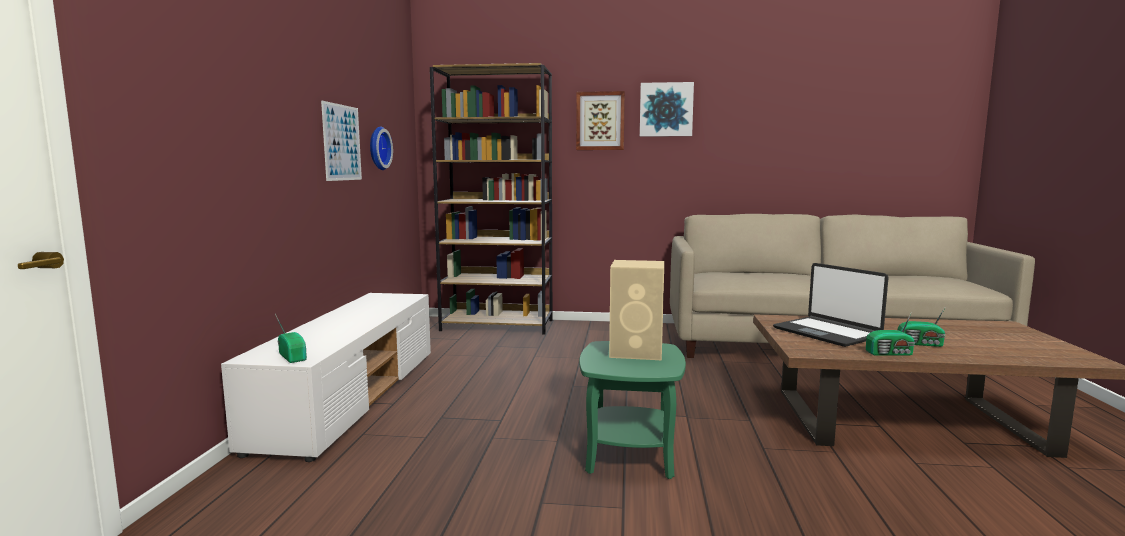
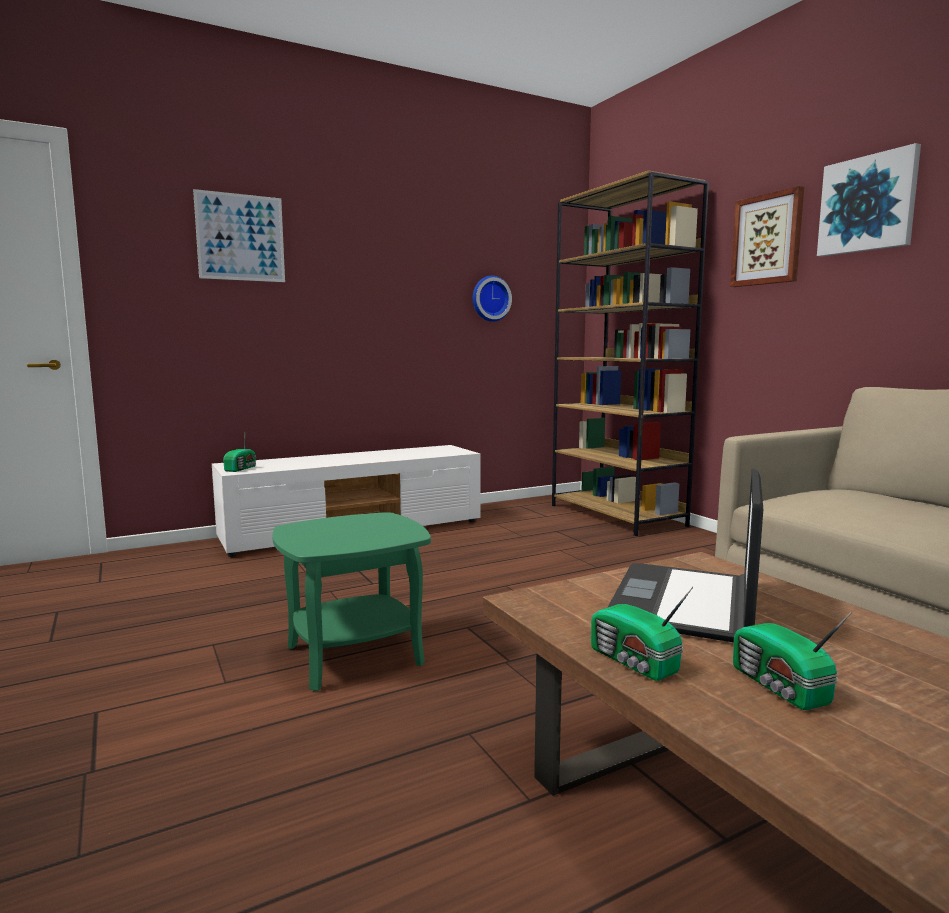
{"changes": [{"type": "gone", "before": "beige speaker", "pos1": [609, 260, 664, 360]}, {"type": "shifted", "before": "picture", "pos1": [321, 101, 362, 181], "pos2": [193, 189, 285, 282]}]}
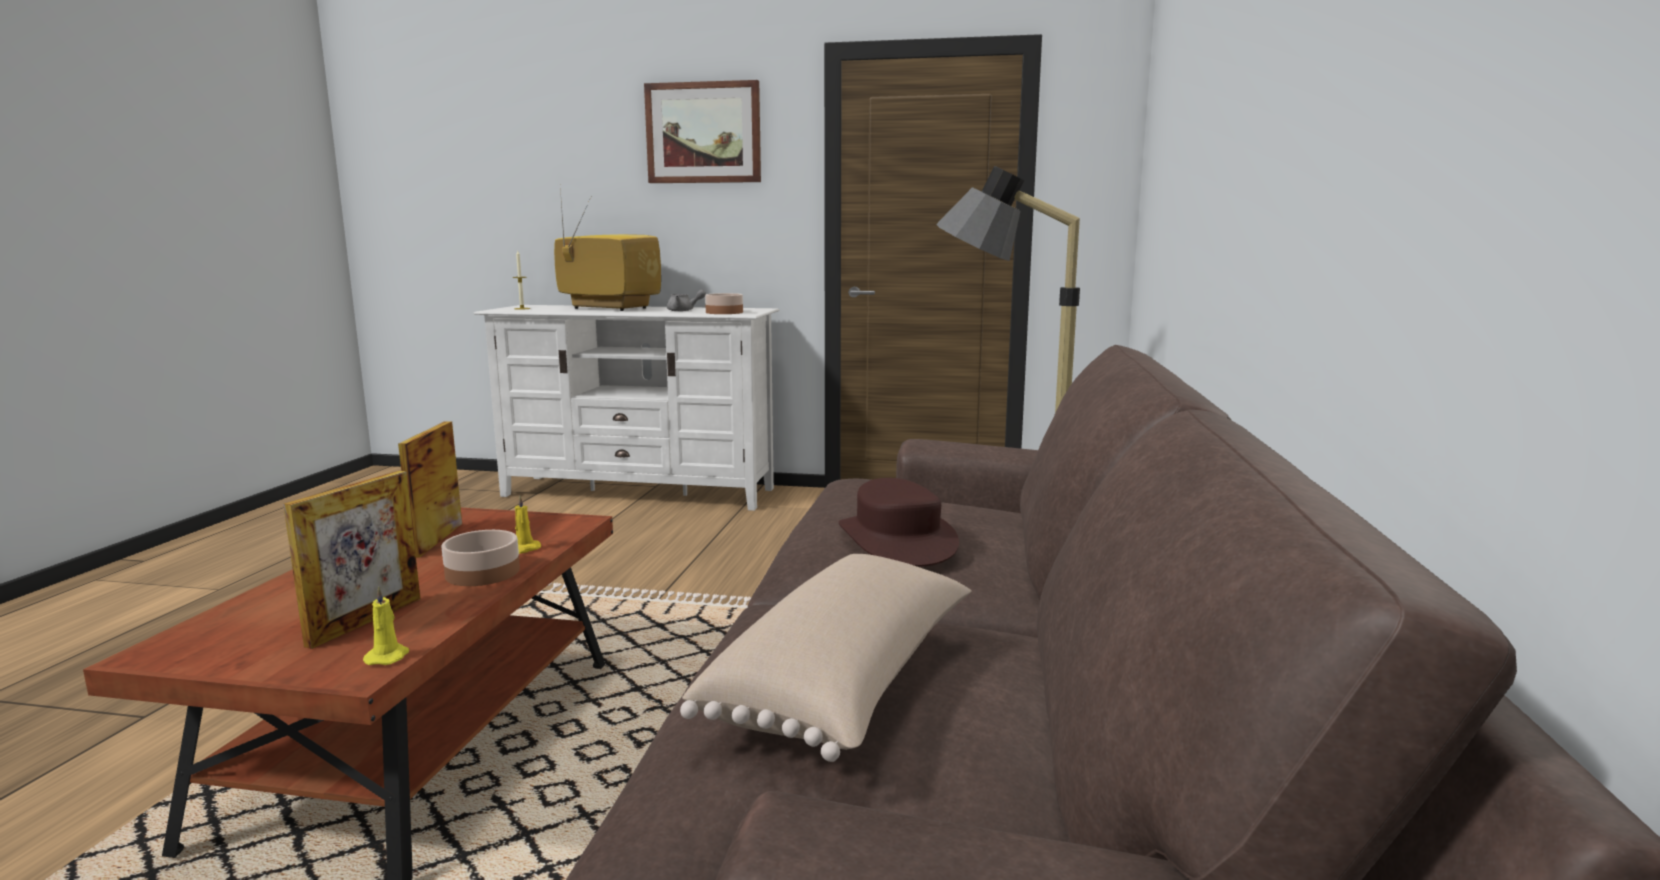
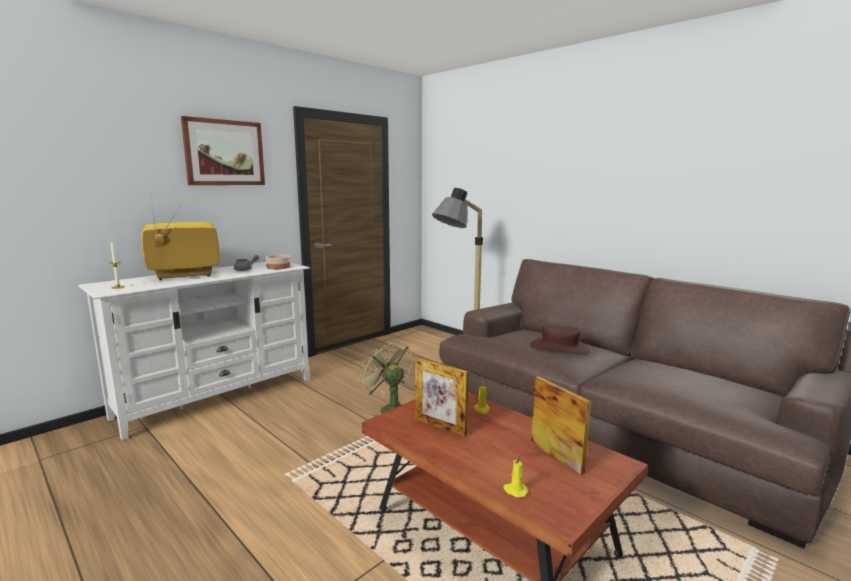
{"changes": [{"type": "gone", "before": "bowl", "pos1": [441, 530, 520, 586]}, {"type": "gone", "before": "beige pillow", "pos1": [680, 554, 972, 762]}, {"type": "new", "after": "green fan", "pos2": [359, 340, 413, 417]}, {"type": "shifted", "before": "yellow candle", "pos1": [363, 587, 409, 665], "pos2": [503, 455, 528, 497]}]}
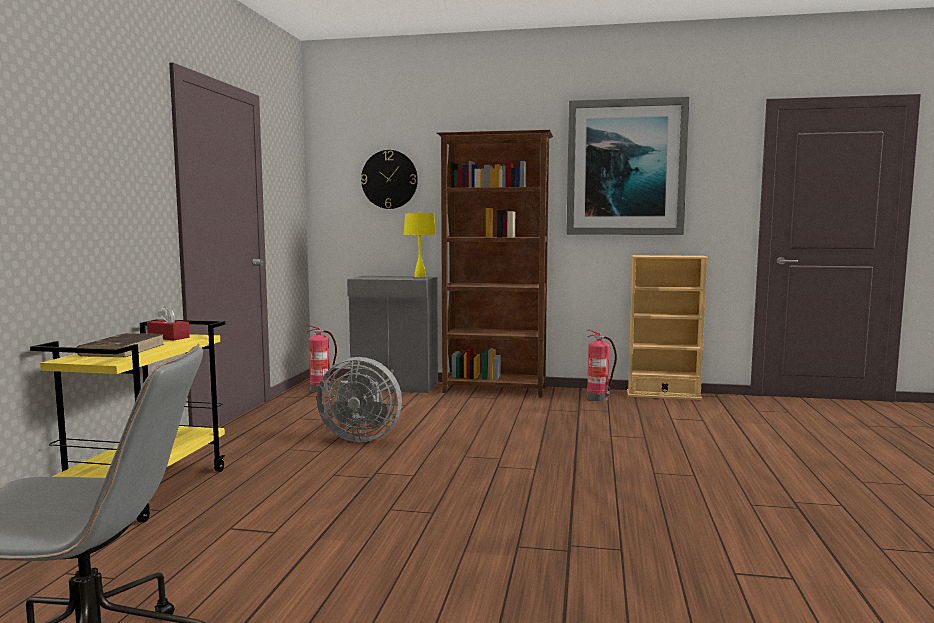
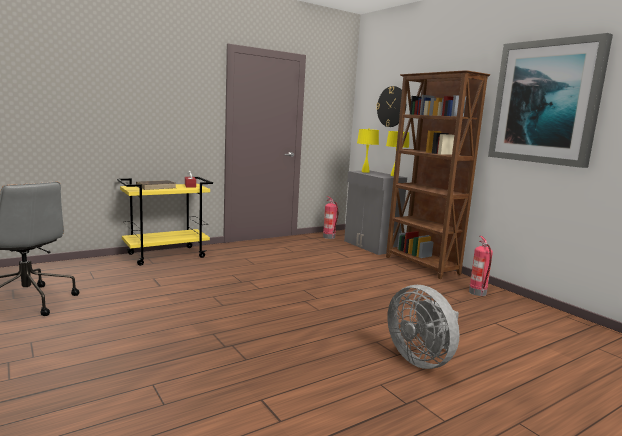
{"changes": [{"type": "gone", "before": "beige bookcase", "pos1": [627, 255, 709, 400]}, {"type": "new", "after": "yellow table lamp", "pos2": [357, 128, 379, 173]}, {"type": "shifted", "before": "grey fan", "pos1": [317, 357, 402, 442], "pos2": [387, 285, 460, 369]}]}
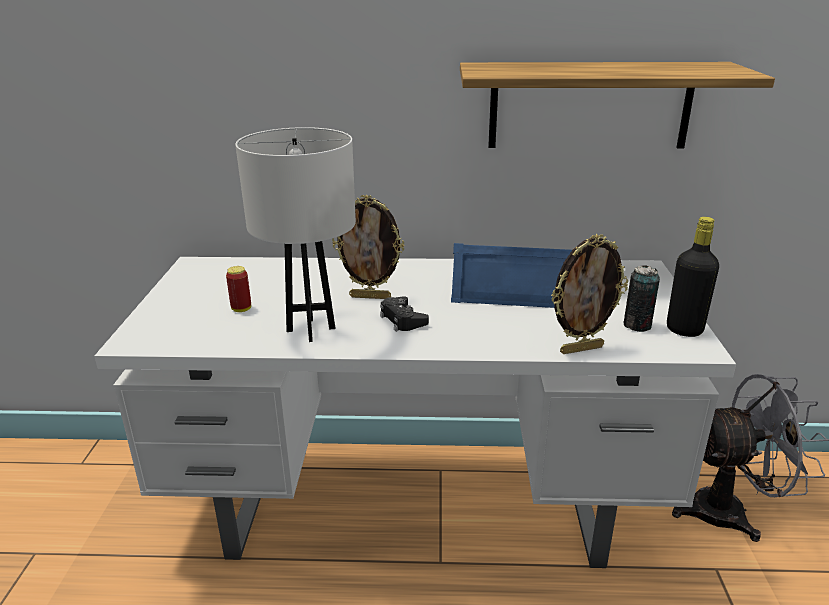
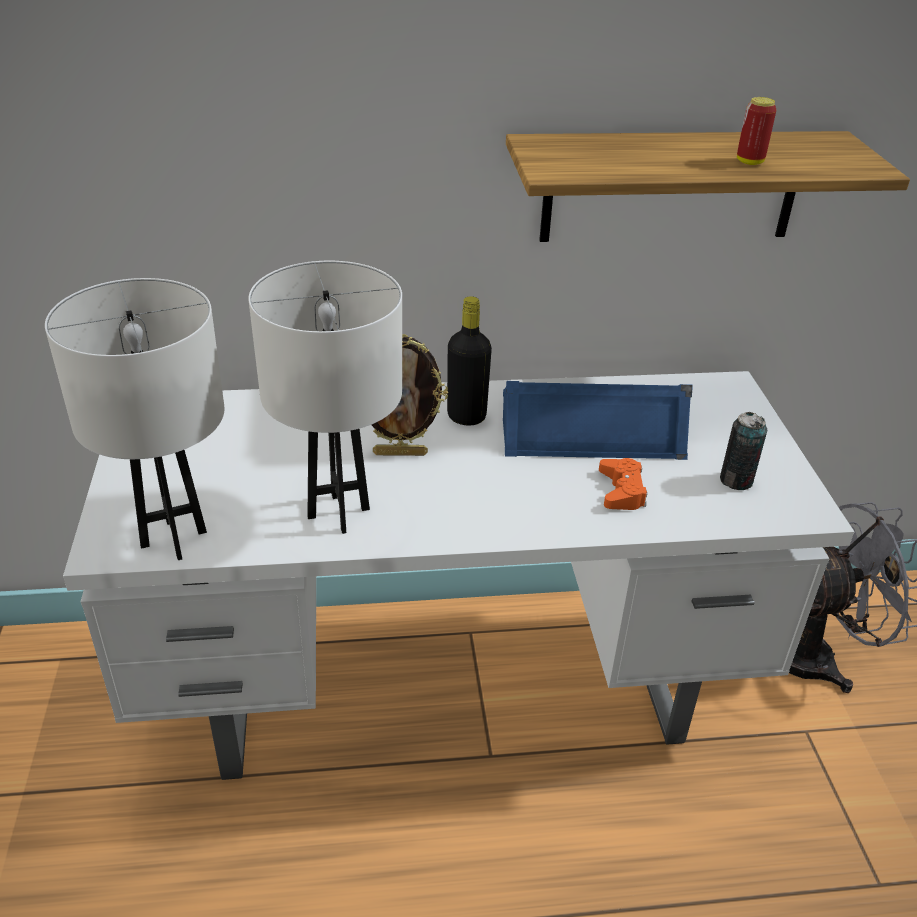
{"changes": [{"type": "gone", "before": "black game controller", "pos1": [380, 296, 429, 332]}, {"type": "gone", "before": "picture frame", "pos1": [551, 234, 628, 354]}, {"type": "new", "after": "white table lamp", "pos2": [45, 278, 224, 560]}, {"type": "new", "after": "orange game controller", "pos2": [599, 458, 647, 510]}, {"type": "shifted", "before": "can", "pos1": [226, 266, 251, 312], "pos2": [737, 97, 776, 165]}, {"type": "shifted", "before": "black bottle", "pos1": [667, 217, 719, 337], "pos2": [447, 296, 492, 425]}]}
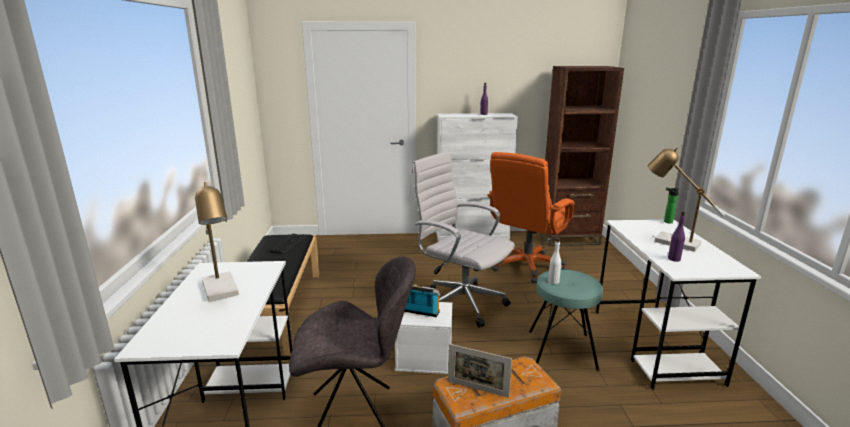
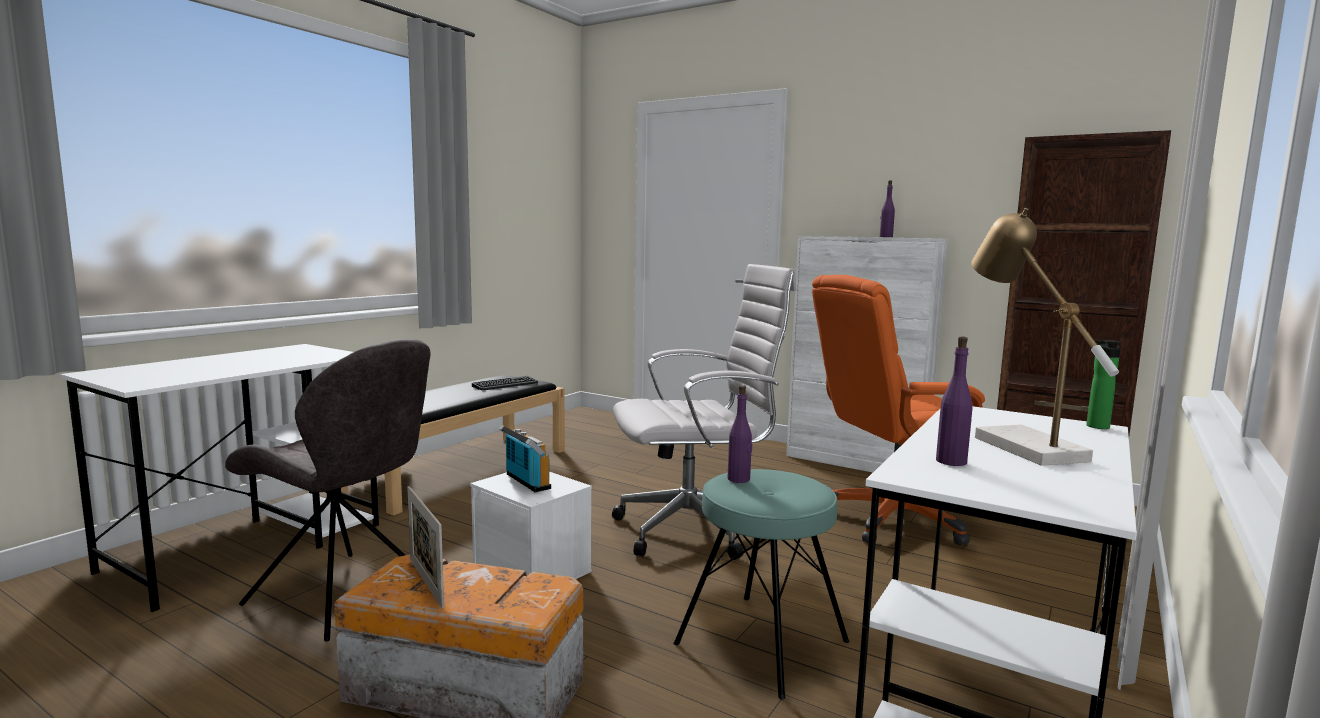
{"changes": [{"type": "gone", "before": "table lamp", "pos1": [195, 182, 239, 302]}, {"type": "repainted", "before": "white bottle", "after": "purple bottle", "pos1": [548, 238, 561, 284], "pos2": [728, 385, 752, 483]}, {"type": "rotated", "before": "white office chair", "pos1": [412, 151, 515, 328], "pos2": [612, 264, 796, 560], "turn": 90}]}
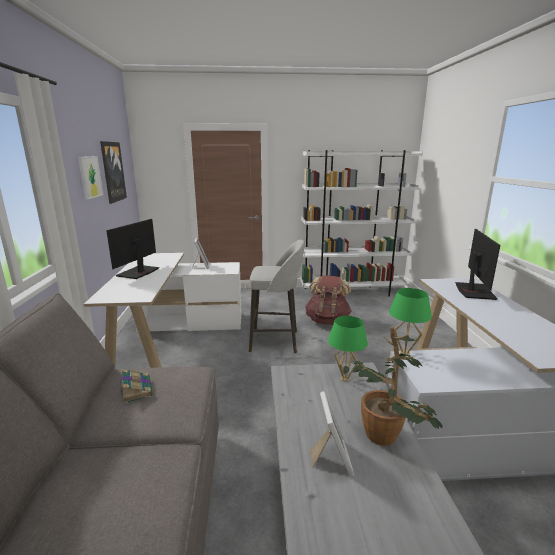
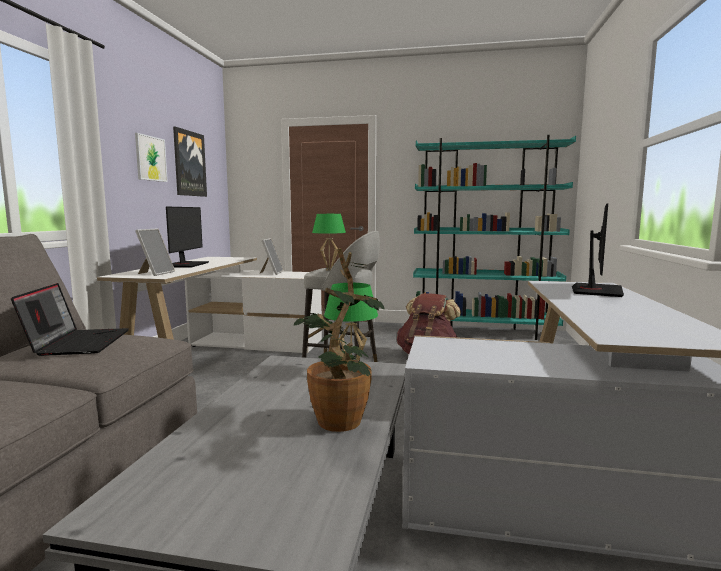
{"changes": [{"type": "shifted", "before": "picture frame", "pos1": [310, 391, 354, 477], "pos2": [135, 228, 175, 276]}, {"type": "shifted", "before": "green table lamp", "pos1": [389, 288, 432, 355], "pos2": [312, 214, 346, 271]}, {"type": "swapped", "before": "book", "after": "laptop", "pos1": [120, 369, 153, 404], "pos2": [11, 283, 129, 356]}, {"type": "repainted", "before": "white bookcase", "after": "turquoise bookcase", "pos1": [300, 150, 423, 297], "pos2": [413, 135, 576, 340]}, {"type": "rotated", "before": "monitor", "pos1": [106, 219, 159, 279], "pos2": [166, 207, 209, 268], "turn": 150}]}
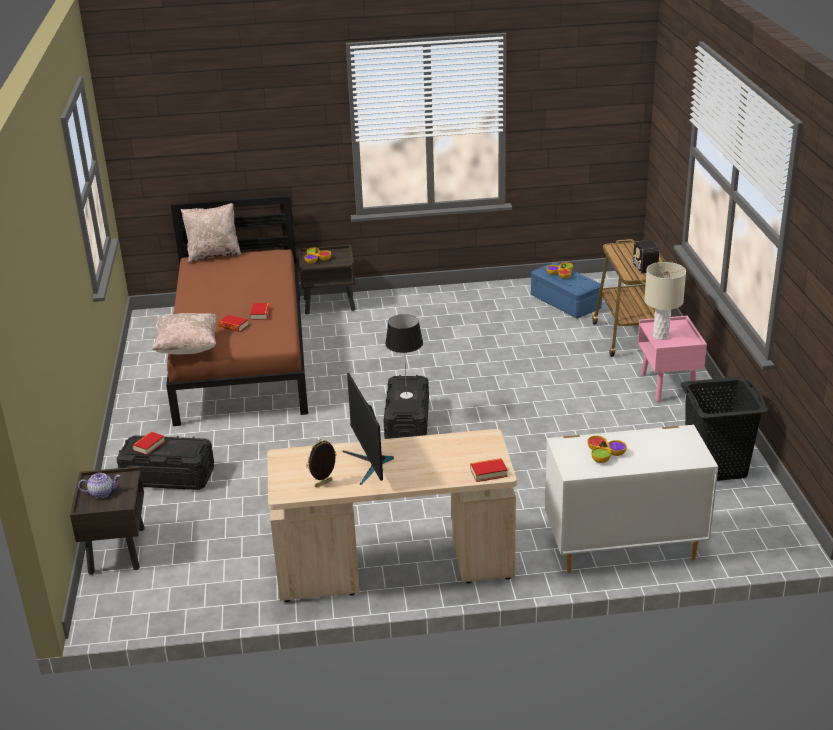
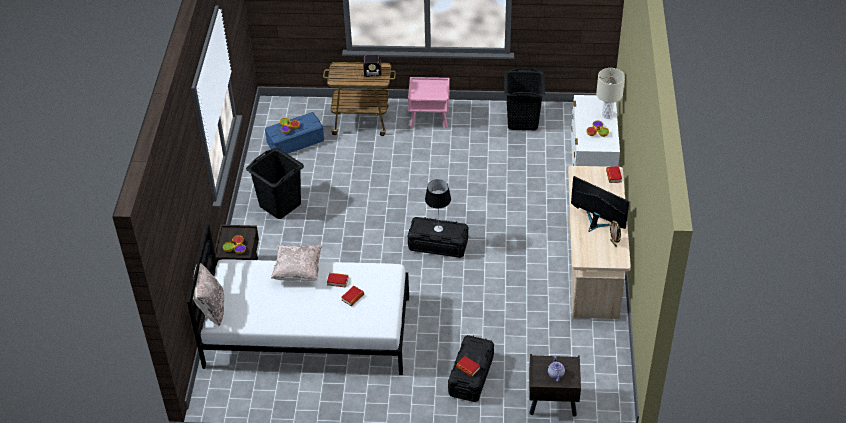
{"changes": [{"type": "new", "after": "black laundry basket", "pos2": [246, 148, 304, 219]}, {"type": "shifted", "before": "beige pillow", "pos1": [152, 313, 217, 355], "pos2": [271, 245, 322, 281]}, {"type": "shifted", "before": "beige table lamp", "pos1": [644, 262, 686, 340], "pos2": [596, 68, 625, 119]}, {"type": "repainted", "before": "brown bed", "after": "white bed", "pos1": [166, 195, 308, 426], "pos2": [187, 224, 409, 375]}, {"type": "rotated", "before": "monitor", "pos1": [342, 373, 394, 485], "pos2": [571, 176, 629, 232], "turn": -135}]}
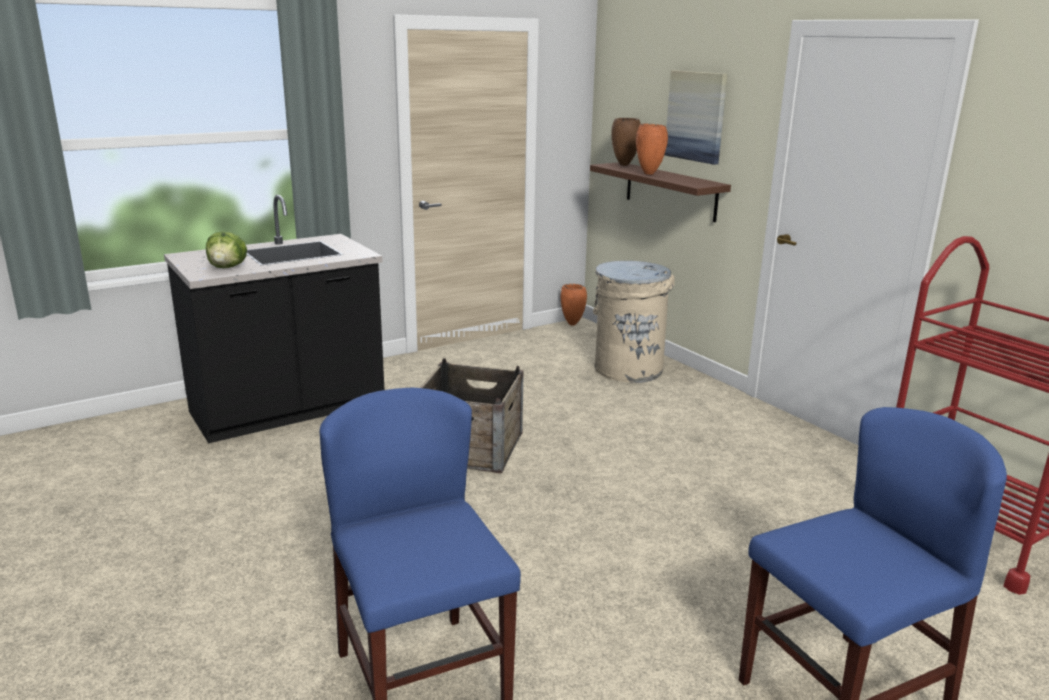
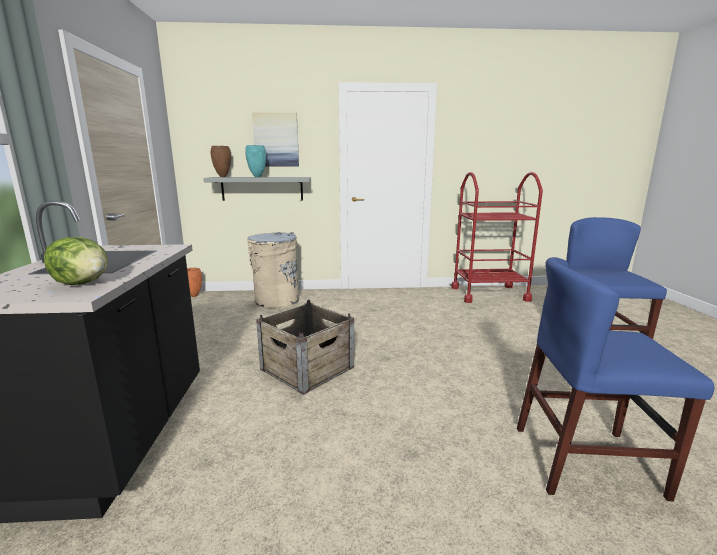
{"changes": [{"type": "repainted", "before": "brown shelf", "after": "grey shelf", "pos1": [590, 162, 731, 222], "pos2": [203, 177, 311, 201]}, {"type": "repainted", "before": "orange vase", "after": "turquoise vase", "pos1": [636, 124, 668, 175], "pos2": [245, 145, 266, 177]}]}
